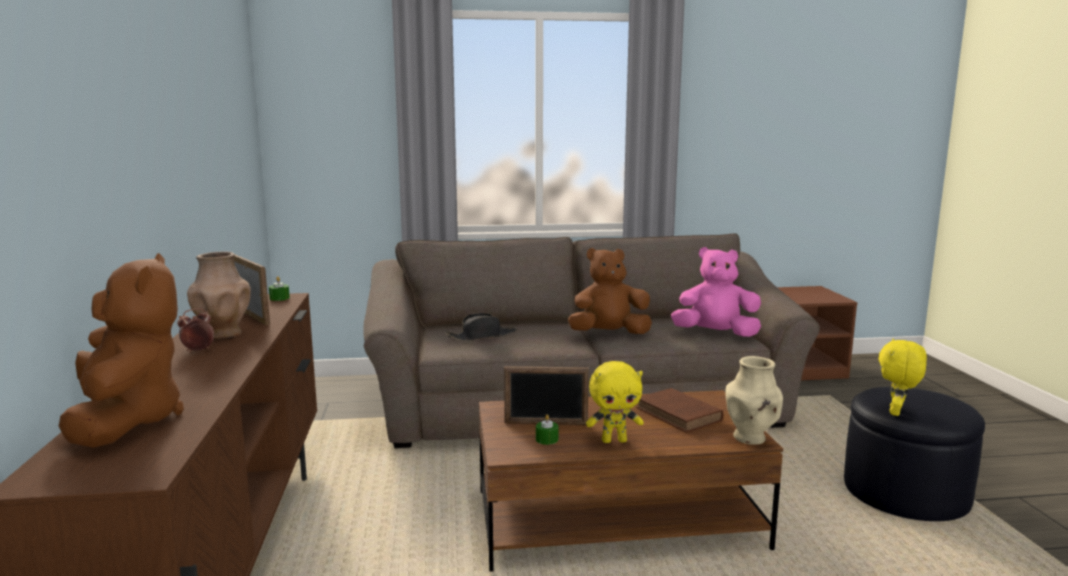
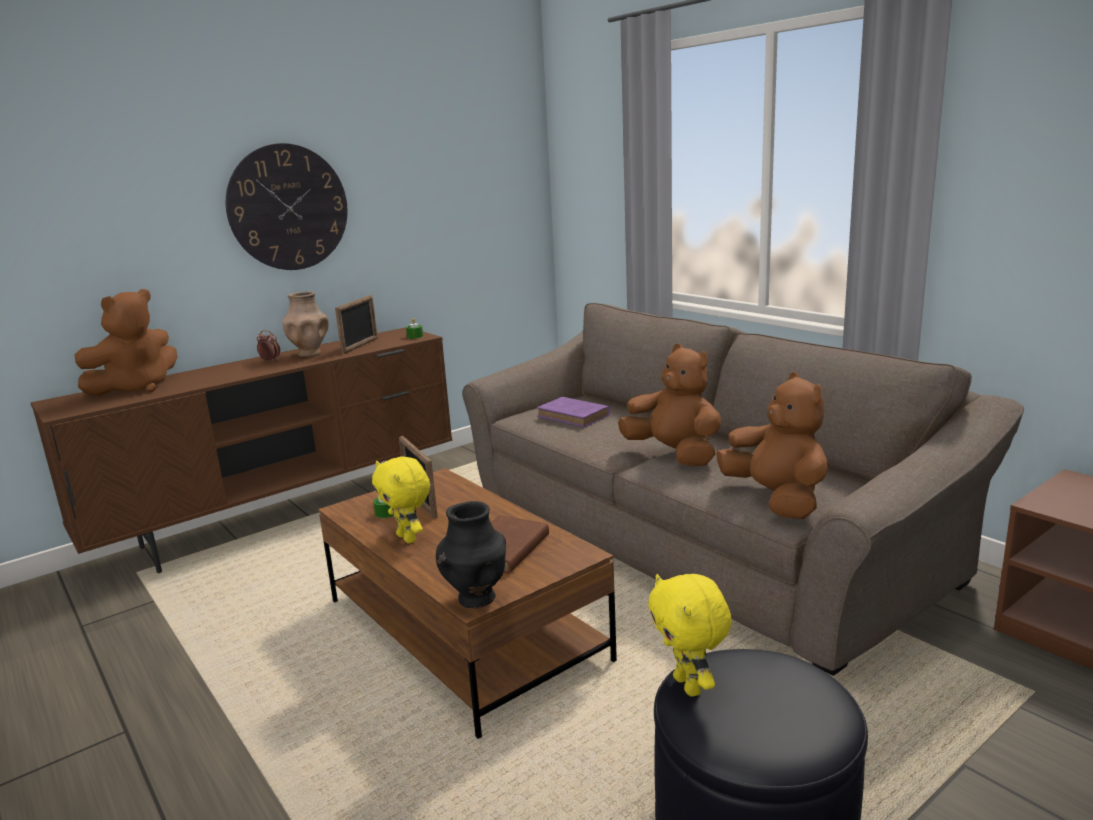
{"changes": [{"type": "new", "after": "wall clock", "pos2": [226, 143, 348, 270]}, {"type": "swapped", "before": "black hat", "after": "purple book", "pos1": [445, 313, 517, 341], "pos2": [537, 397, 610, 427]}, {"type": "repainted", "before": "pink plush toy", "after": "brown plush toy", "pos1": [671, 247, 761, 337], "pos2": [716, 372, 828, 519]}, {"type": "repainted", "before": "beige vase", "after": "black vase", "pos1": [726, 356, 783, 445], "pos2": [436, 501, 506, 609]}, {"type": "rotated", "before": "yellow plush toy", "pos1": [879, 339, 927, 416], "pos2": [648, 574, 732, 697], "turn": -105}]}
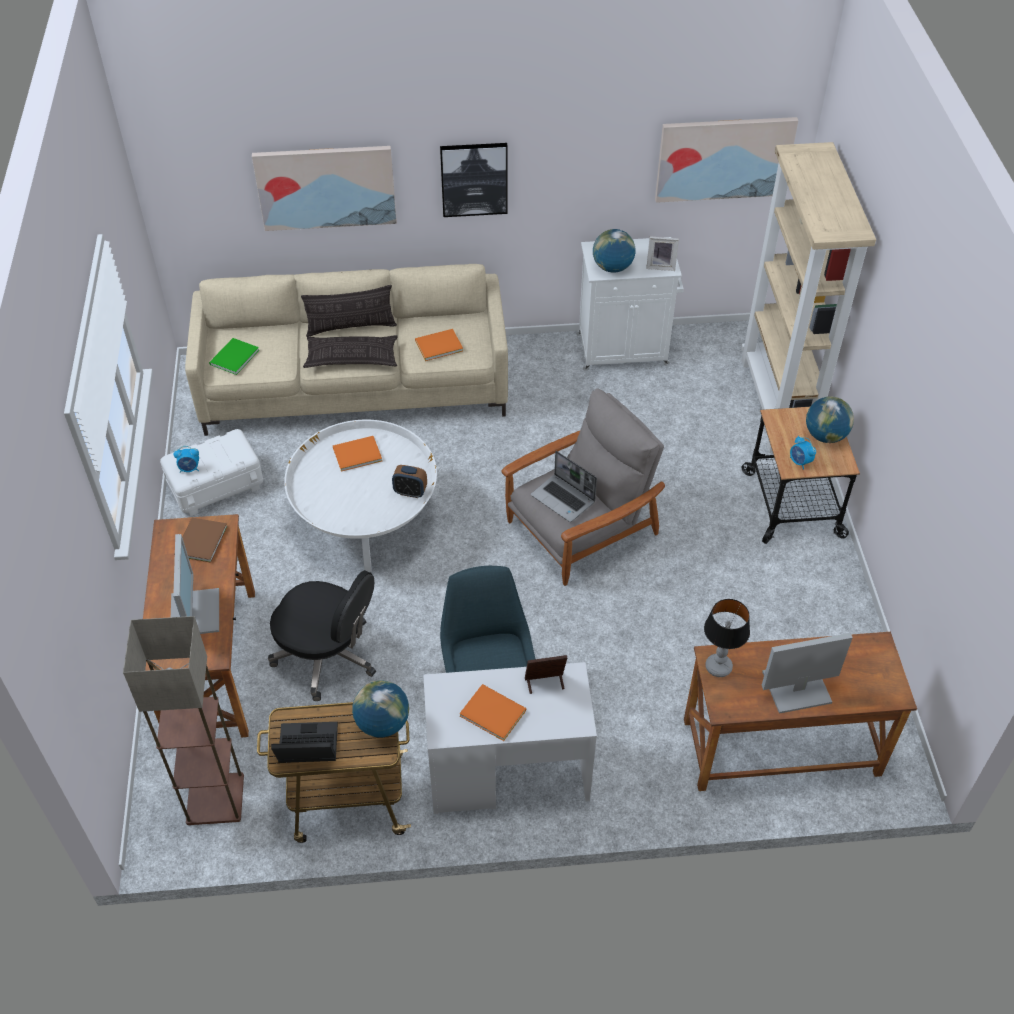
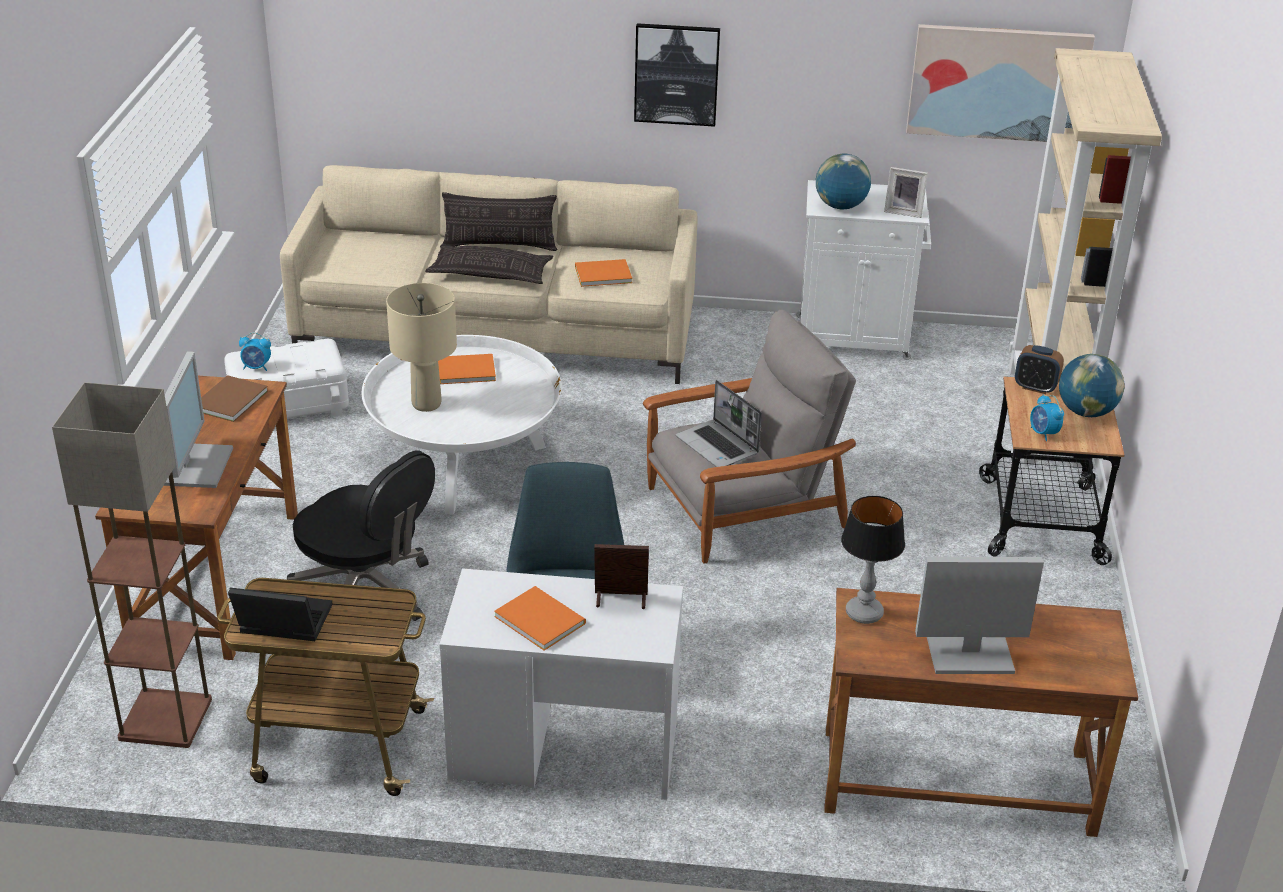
{"changes": [{"type": "gone", "before": "green book", "pos1": [209, 338, 259, 375]}, {"type": "gone", "before": "picture", "pos1": [252, 146, 397, 231]}, {"type": "gone", "before": "globe", "pos1": [352, 680, 409, 738]}, {"type": "new", "after": "beige table lamp", "pos2": [386, 283, 457, 412]}, {"type": "shifted", "before": "alarm clock", "pos1": [392, 465, 427, 498], "pos2": [1015, 345, 1064, 394]}]}
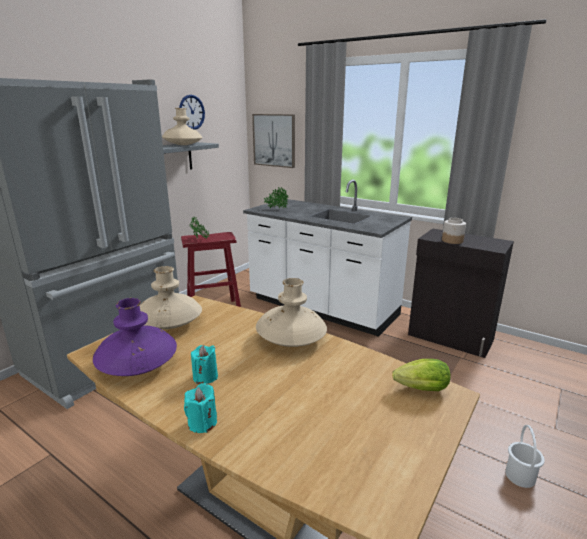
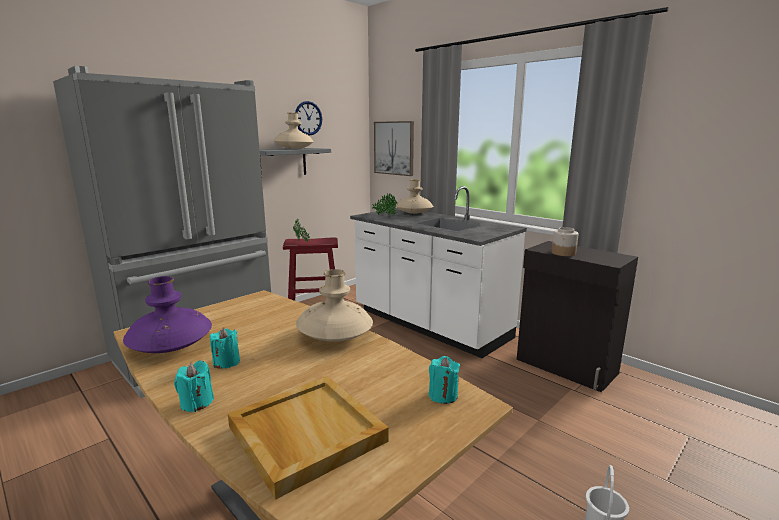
{"changes": [{"type": "new", "after": "beige tray", "pos2": [228, 376, 388, 499]}, {"type": "shifted", "before": "beige vase", "pos1": [139, 266, 202, 329], "pos2": [395, 179, 433, 214]}, {"type": "swapped", "before": "lettuce", "after": "turquoise candle", "pos1": [392, 359, 451, 391], "pos2": [429, 356, 460, 404]}]}
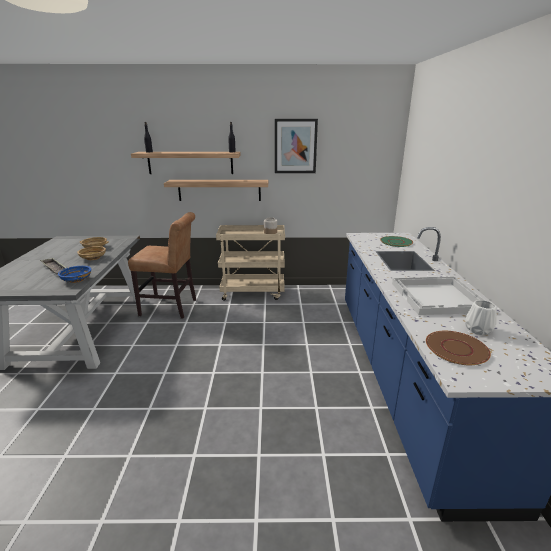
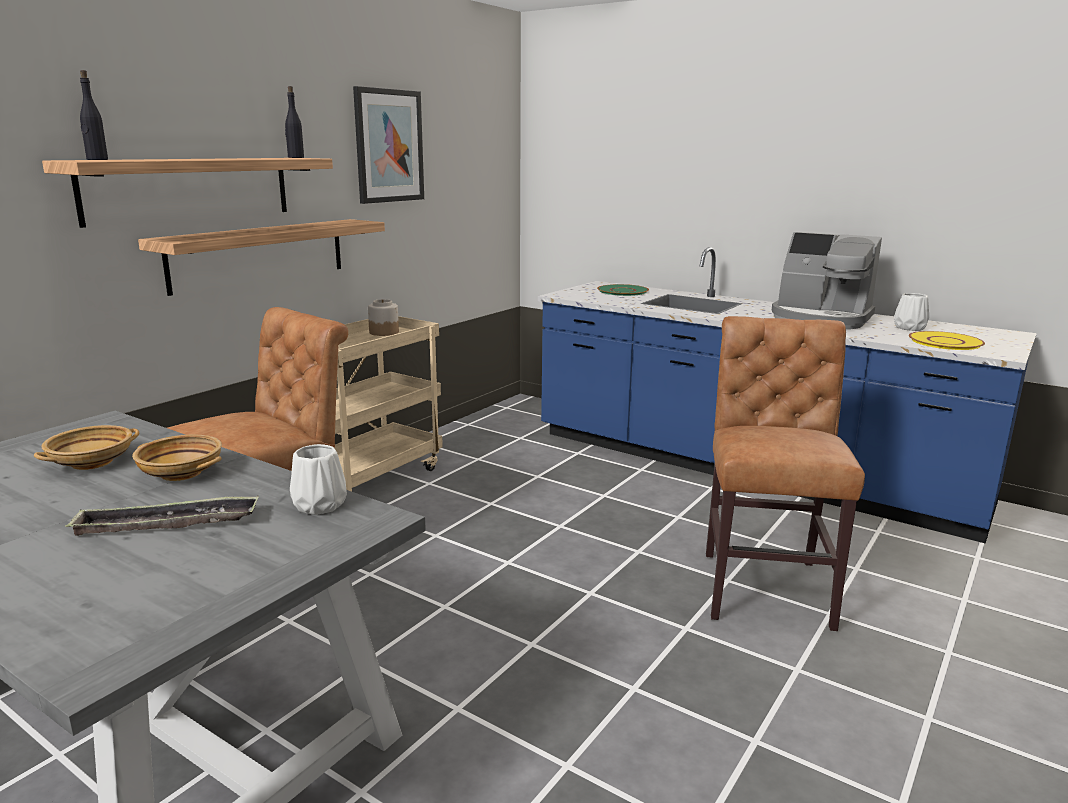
{"changes": [{"type": "new", "after": "brown chair", "pos2": [706, 316, 865, 631]}, {"type": "swapped", "before": "blue bowl", "after": "white vase", "pos1": [58, 266, 91, 283], "pos2": [290, 444, 347, 515]}, {"type": "swapped", "before": "white tray", "after": "coffee machine", "pos1": [392, 276, 486, 315], "pos2": [771, 232, 882, 329]}, {"type": "repainted", "before": "brown plate", "after": "yellow plate", "pos1": [426, 331, 491, 365], "pos2": [909, 331, 985, 350]}]}
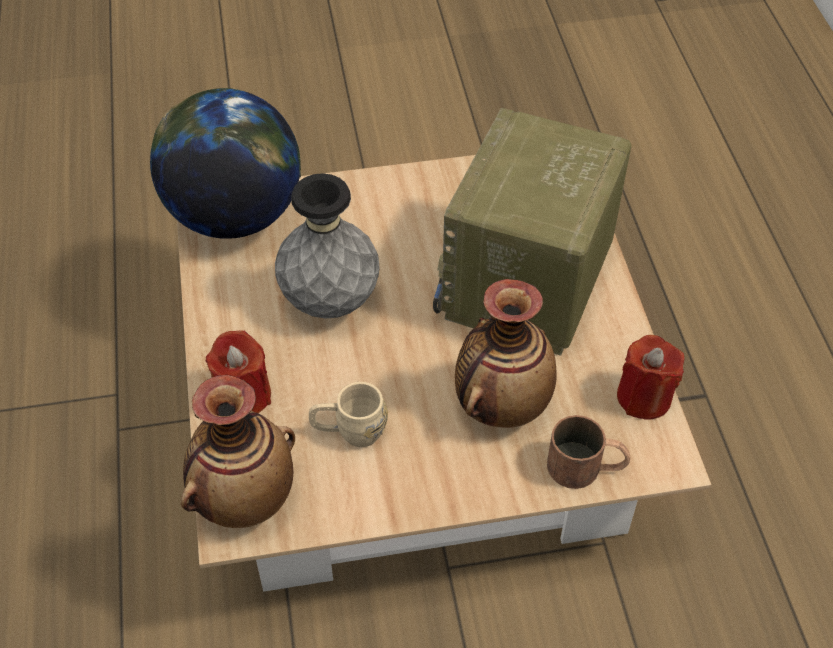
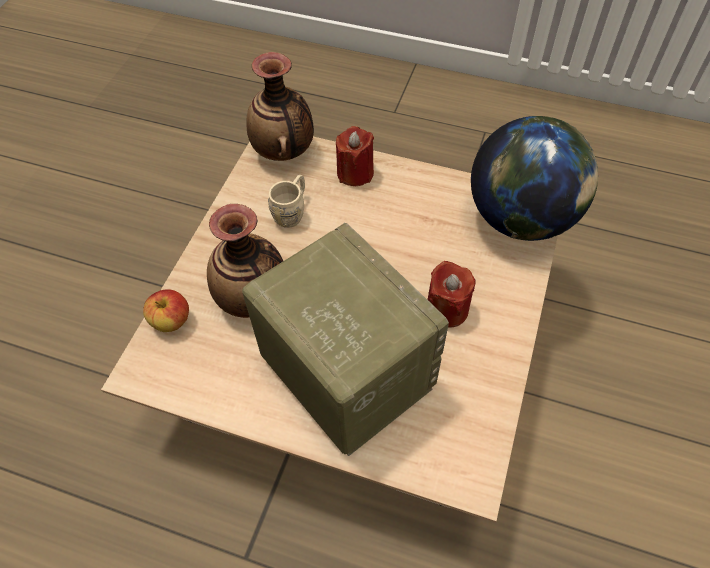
{"changes": [{"type": "gone", "before": "grey vase", "pos1": [275, 173, 380, 319]}, {"type": "shifted", "before": "red candle", "pos1": [617, 335, 684, 420], "pos2": [427, 261, 476, 328]}, {"type": "swapped", "before": "brown mug", "after": "apple", "pos1": [547, 415, 630, 489], "pos2": [143, 289, 189, 332]}]}
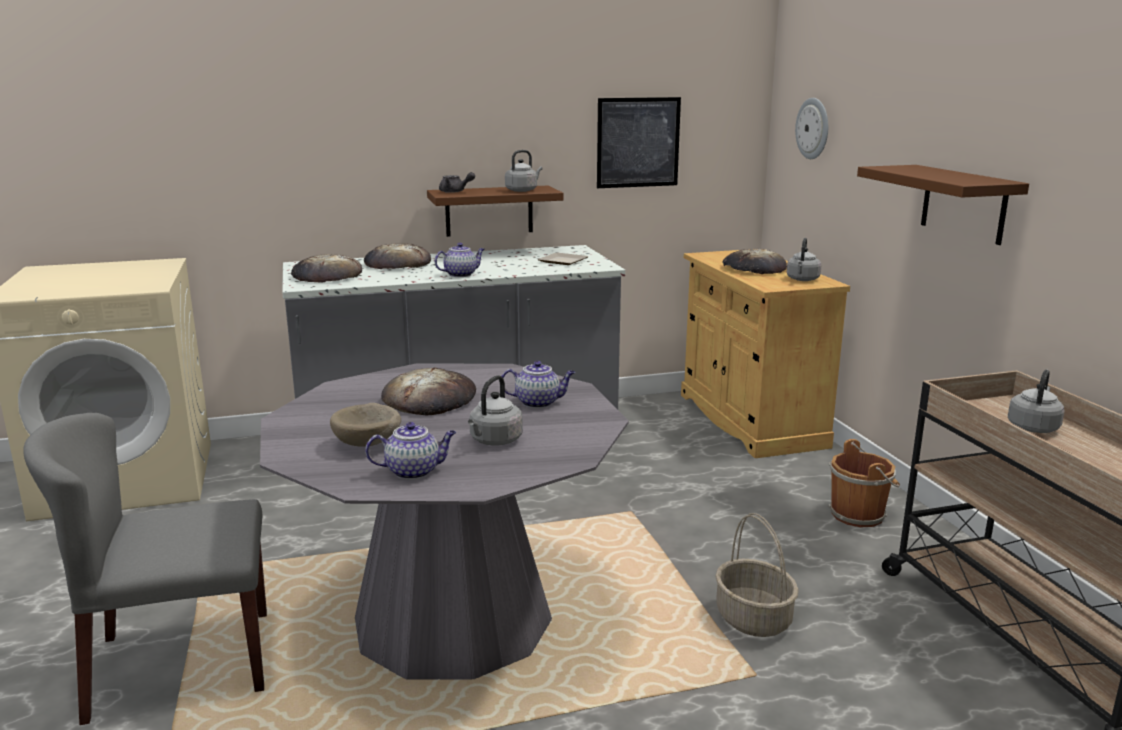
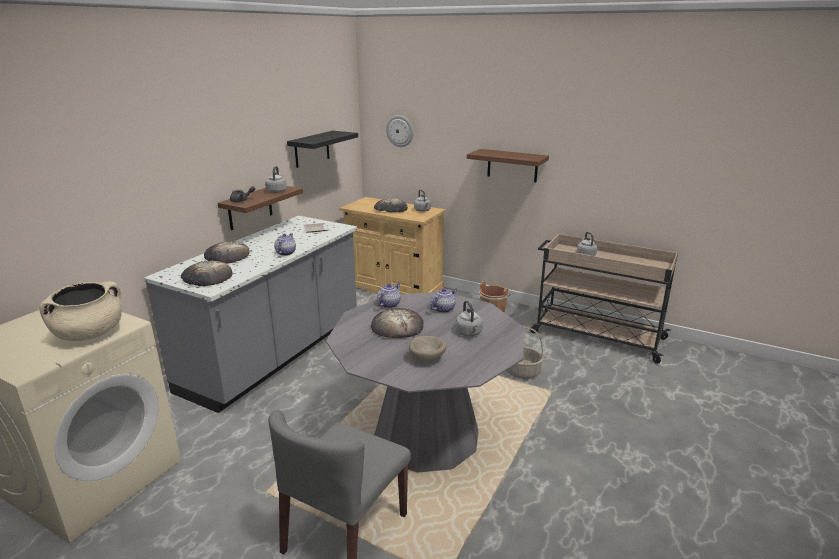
{"changes": [{"type": "new", "after": "beige cooking pot", "pos2": [39, 281, 122, 341]}, {"type": "shifted", "before": "teapot", "pos1": [365, 422, 456, 480], "pos2": [377, 283, 401, 308]}, {"type": "swapped", "before": "picture", "after": "black shelf", "pos1": [597, 97, 681, 188], "pos2": [287, 131, 358, 168]}]}
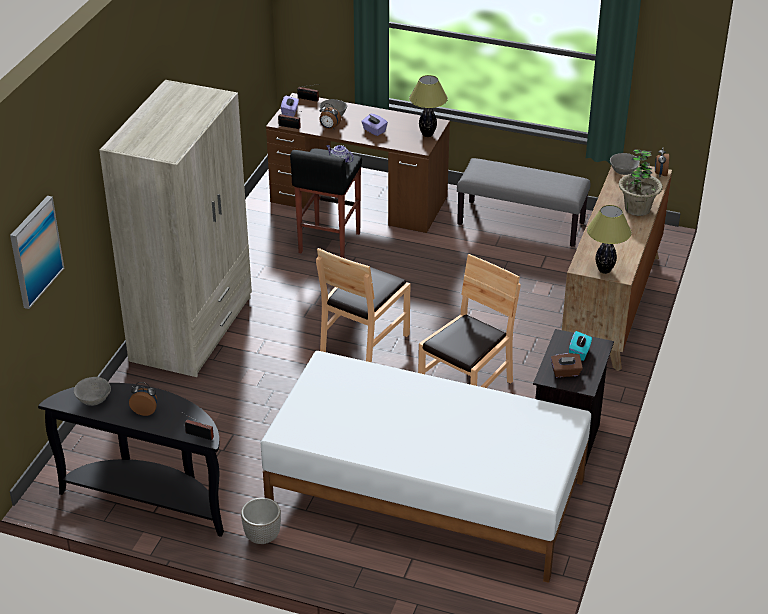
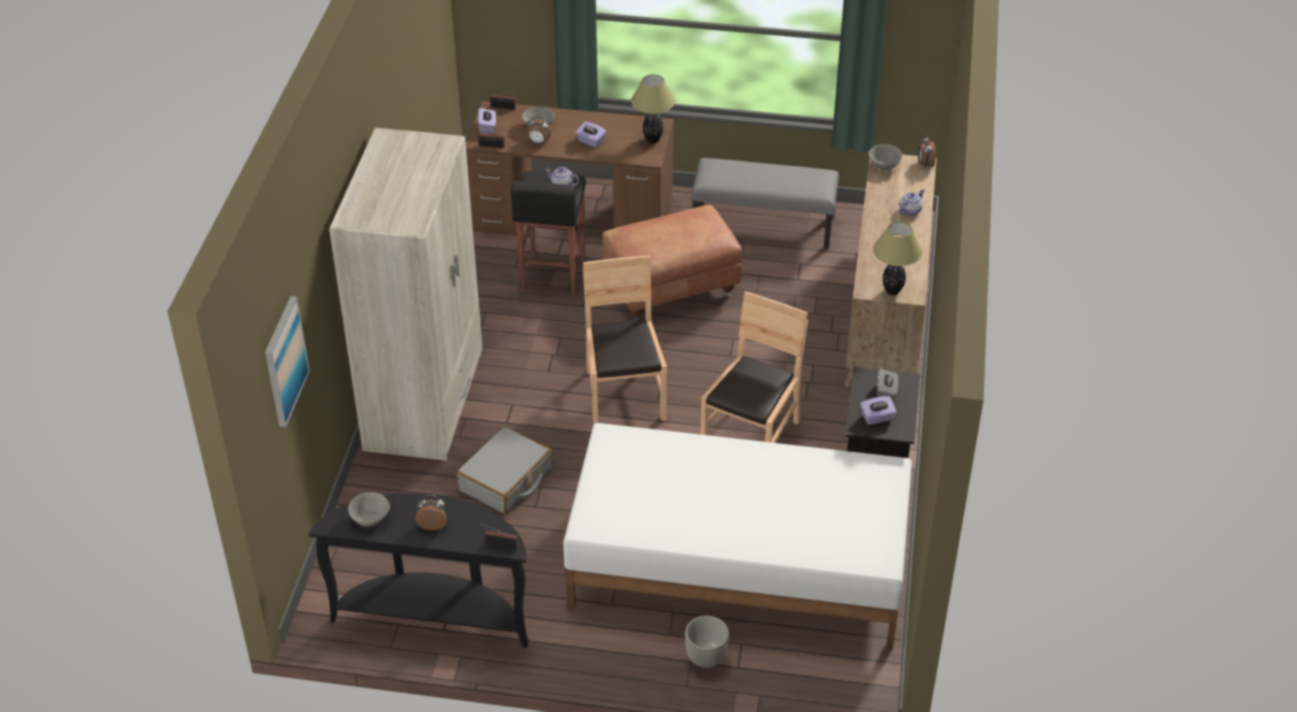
{"changes": [{"type": "new", "after": "grey suitcase", "pos2": [456, 426, 553, 514]}, {"type": "new", "after": "brown ottoman", "pos2": [602, 205, 742, 320]}, {"type": "shifted", "before": "planter", "pos1": [241, 498, 281, 544], "pos2": [685, 616, 729, 668]}, {"type": "swapped", "before": "potted plant", "after": "teapot", "pos1": [619, 149, 663, 216], "pos2": [899, 190, 924, 216]}, {"type": "repainted", "before": "brown tissue box", "after": "purple tissue box", "pos1": [551, 353, 583, 377], "pos2": [860, 396, 897, 425]}, {"type": "repainted", "before": "turquoise tissue box", "after": "grey tissue box", "pos1": [569, 331, 592, 361], "pos2": [877, 369, 899, 401]}, {"type": "rotated", "before": "brown chair", "pos1": [316, 248, 410, 362], "pos2": [583, 256, 667, 425], "turn": 150}]}
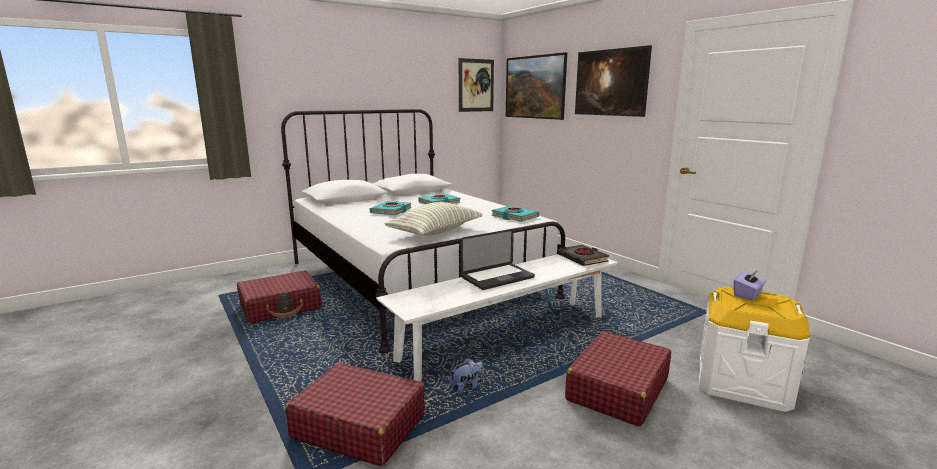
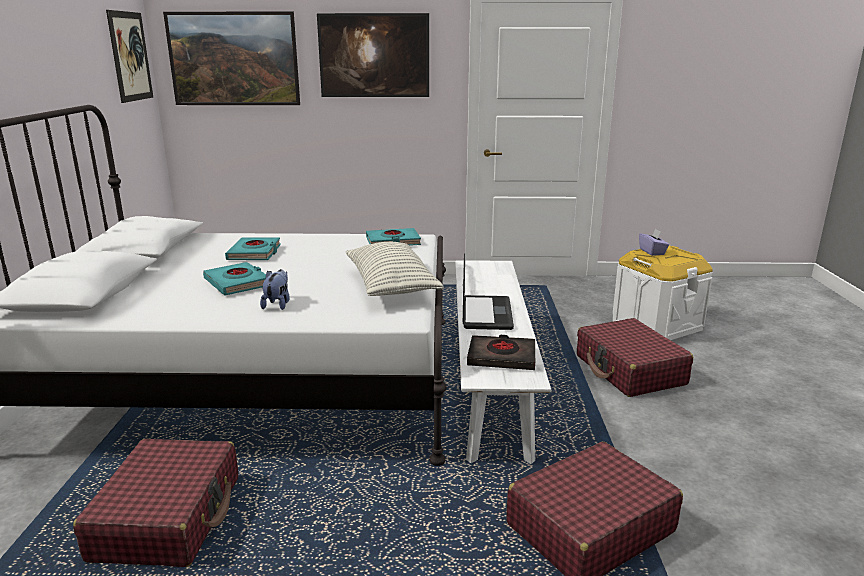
{"changes": [{"type": "shifted", "before": "plush toy", "pos1": [450, 358, 484, 394], "pos2": [260, 269, 290, 310]}, {"type": "shifted", "before": "black book", "pos1": [557, 245, 609, 266], "pos2": [467, 335, 535, 370]}]}
